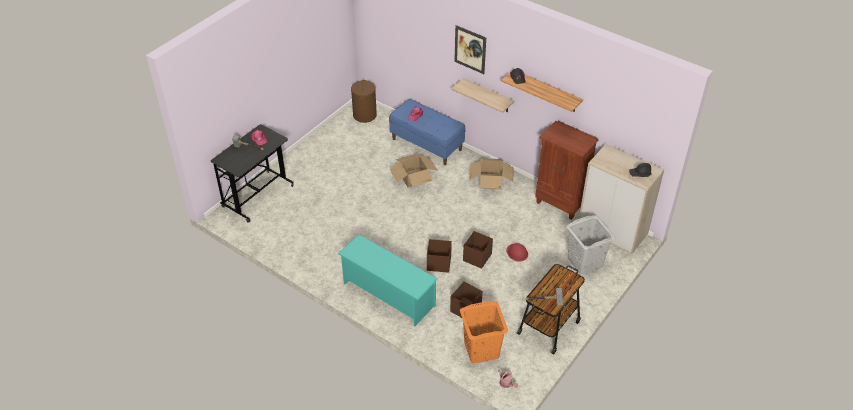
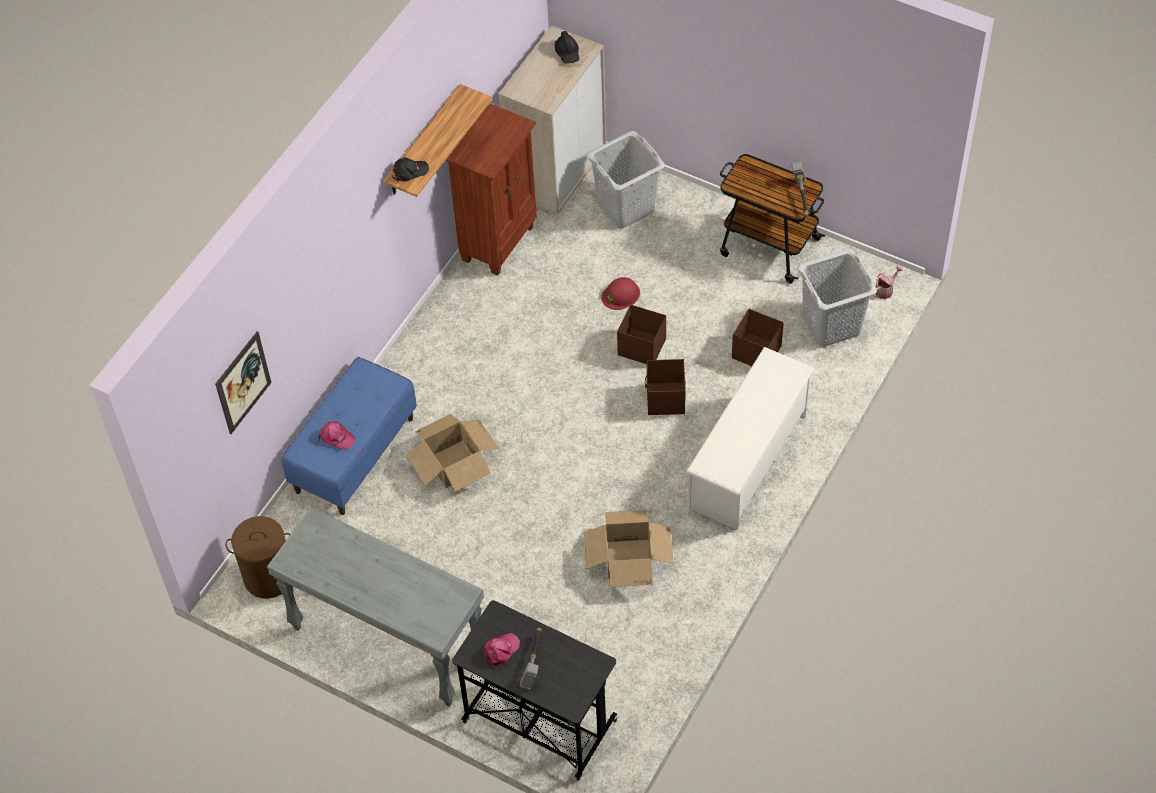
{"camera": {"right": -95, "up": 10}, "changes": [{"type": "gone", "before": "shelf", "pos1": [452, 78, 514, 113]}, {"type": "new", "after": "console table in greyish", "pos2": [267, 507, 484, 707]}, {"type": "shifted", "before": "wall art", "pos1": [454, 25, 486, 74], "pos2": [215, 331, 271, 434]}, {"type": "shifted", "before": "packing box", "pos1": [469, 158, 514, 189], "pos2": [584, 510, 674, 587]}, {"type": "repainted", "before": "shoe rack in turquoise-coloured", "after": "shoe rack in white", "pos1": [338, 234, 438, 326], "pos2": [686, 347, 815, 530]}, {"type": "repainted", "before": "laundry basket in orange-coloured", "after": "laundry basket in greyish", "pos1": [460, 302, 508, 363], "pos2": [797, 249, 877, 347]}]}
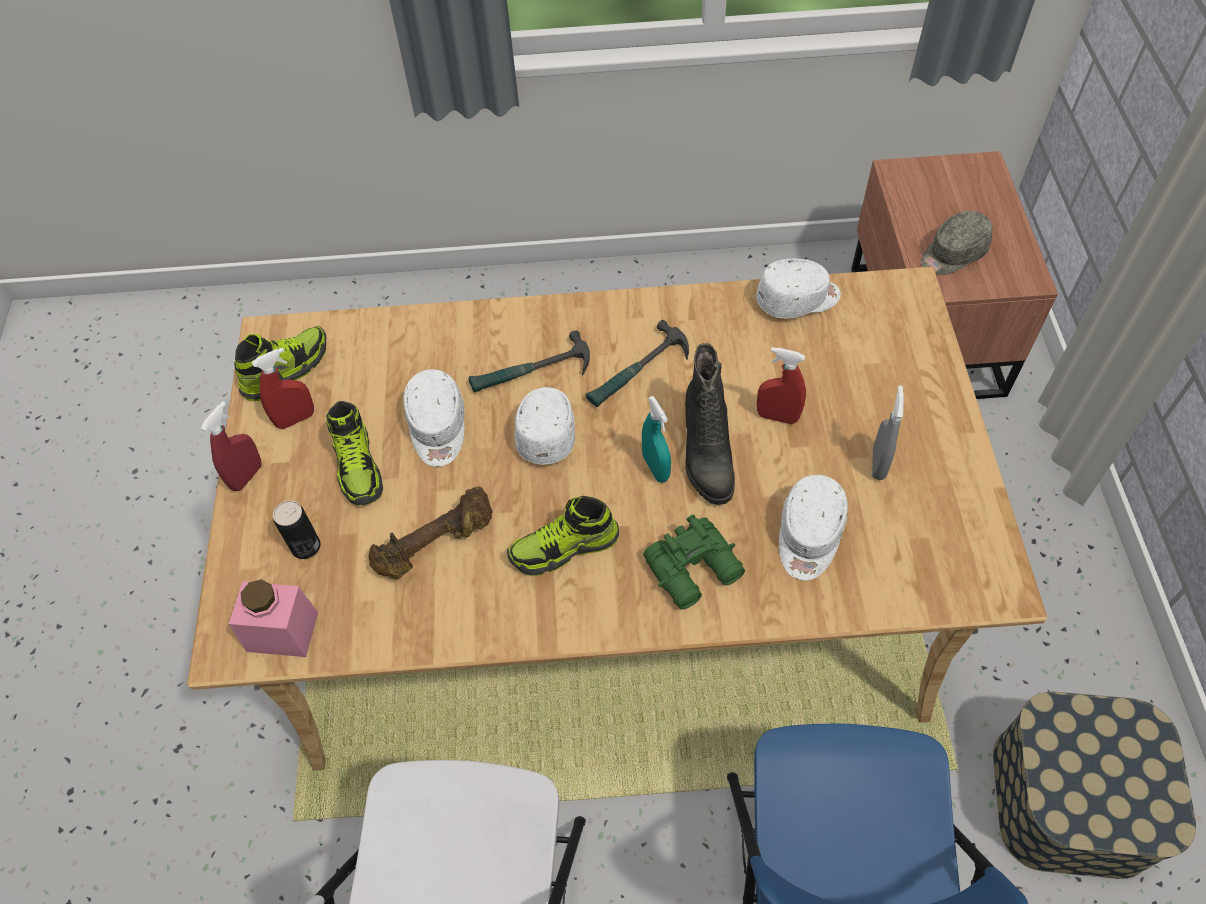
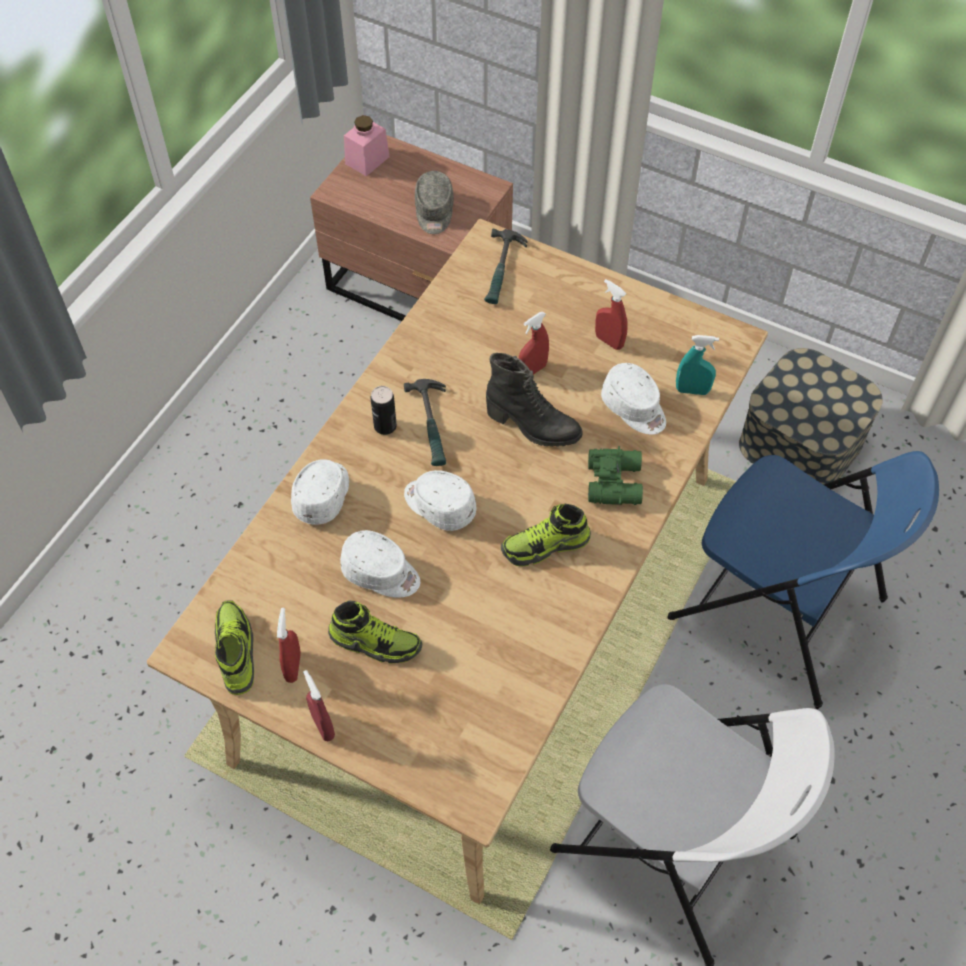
{"camera": {"right": -60, "up": 0}, "changes": [{"type": "gone", "before": "dumbbell in brown", "pos1": [368, 486, 493, 580]}, {"type": "shifted", "before": "storage jar in pink", "pos1": [229, 579, 318, 657], "pos2": [344, 115, 390, 176]}, {"type": "shifted", "before": "metal can", "pos1": [273, 500, 320, 559], "pos2": [371, 386, 397, 435]}, {"type": "shifted", "before": "hammer", "pos1": [468, 330, 590, 392], "pos2": [484, 229, 527, 304]}, {"type": "shifted", "before": "spray bottle in turquoise-coloured", "pos1": [642, 396, 671, 483], "pos2": [676, 335, 719, 395]}, {"type": "shifted", "before": "cap in white", "pos1": [756, 259, 841, 319], "pos2": [291, 459, 349, 525]}, {"type": "repainted", "before": "spray bottle in greyish", "after": "spray bottle in red-coloured", "pos1": [872, 386, 904, 480], "pos2": [595, 279, 628, 350]}, {"type": "rotated", "before": "item of footwear", "pos1": [507, 496, 619, 576], "pos2": [501, 504, 591, 566], "turn": 60}]}
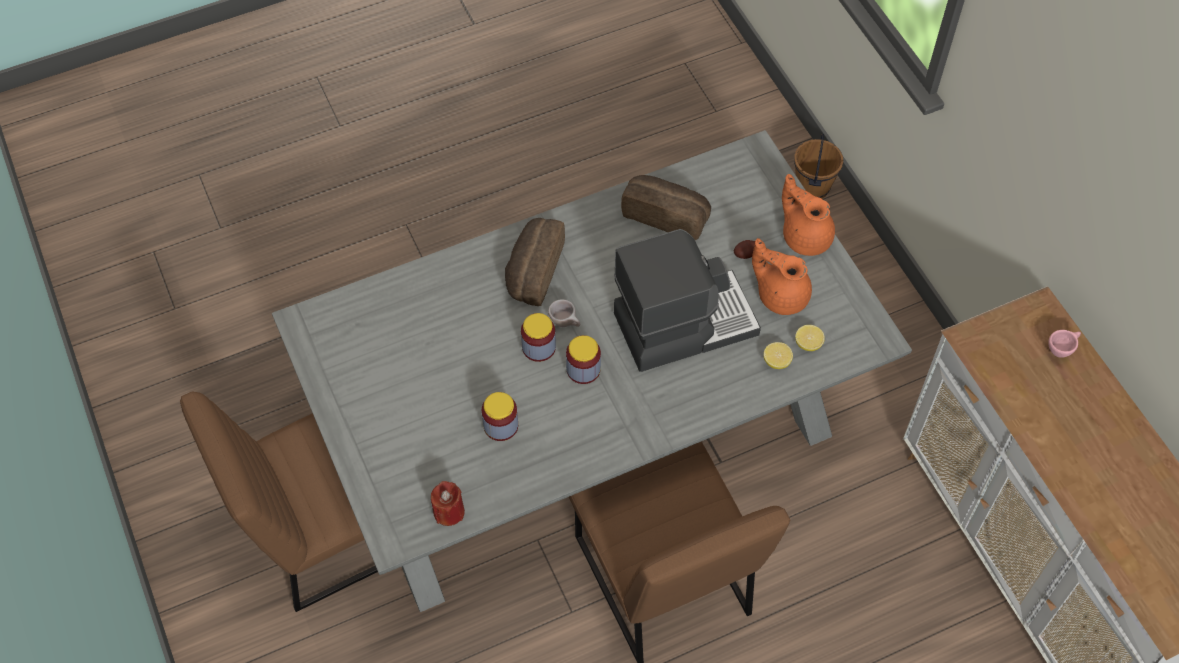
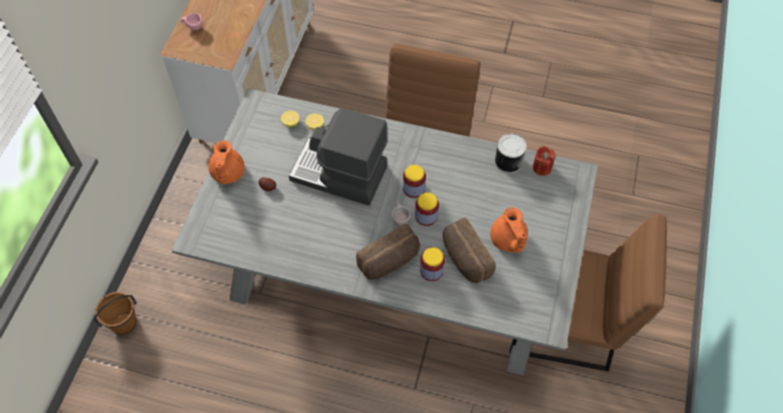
{"camera": {"right": -140, "up": 0}, "changes": [{"type": "new", "after": "metal can", "pos2": [494, 134, 527, 173]}, {"type": "shifted", "before": "storage jar", "pos1": [482, 392, 518, 441], "pos2": [420, 247, 445, 281]}, {"type": "shifted", "before": "bakery bread", "pos1": [621, 175, 711, 240], "pos2": [443, 218, 496, 283]}, {"type": "shifted", "before": "tea pot in orange-coloured", "pos1": [752, 238, 812, 315], "pos2": [490, 207, 528, 253]}]}
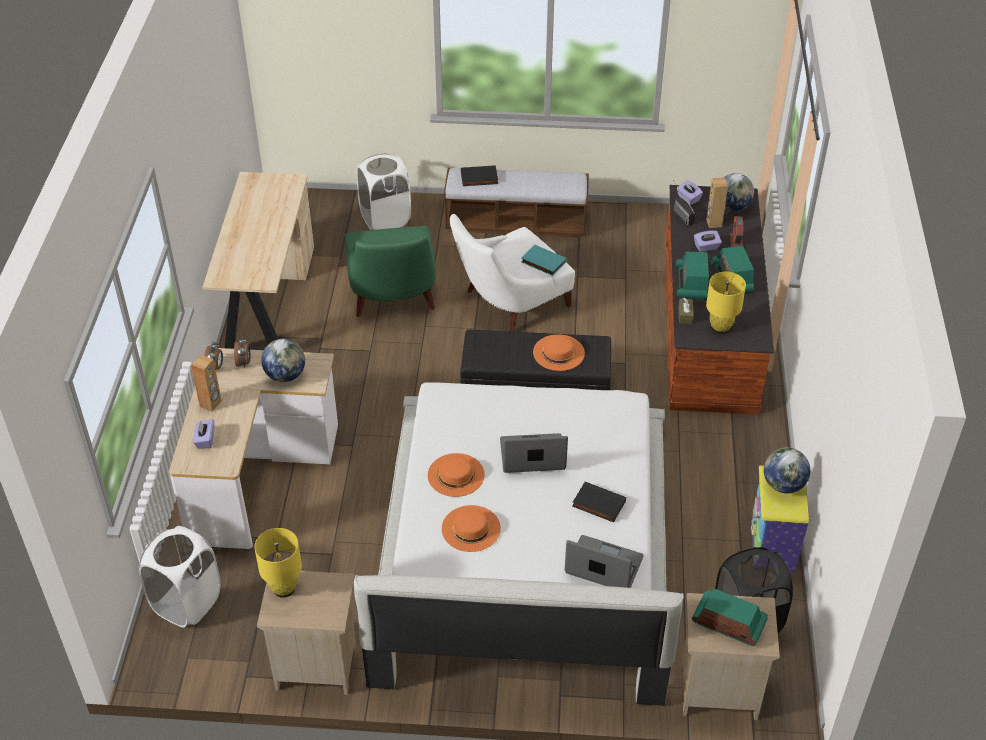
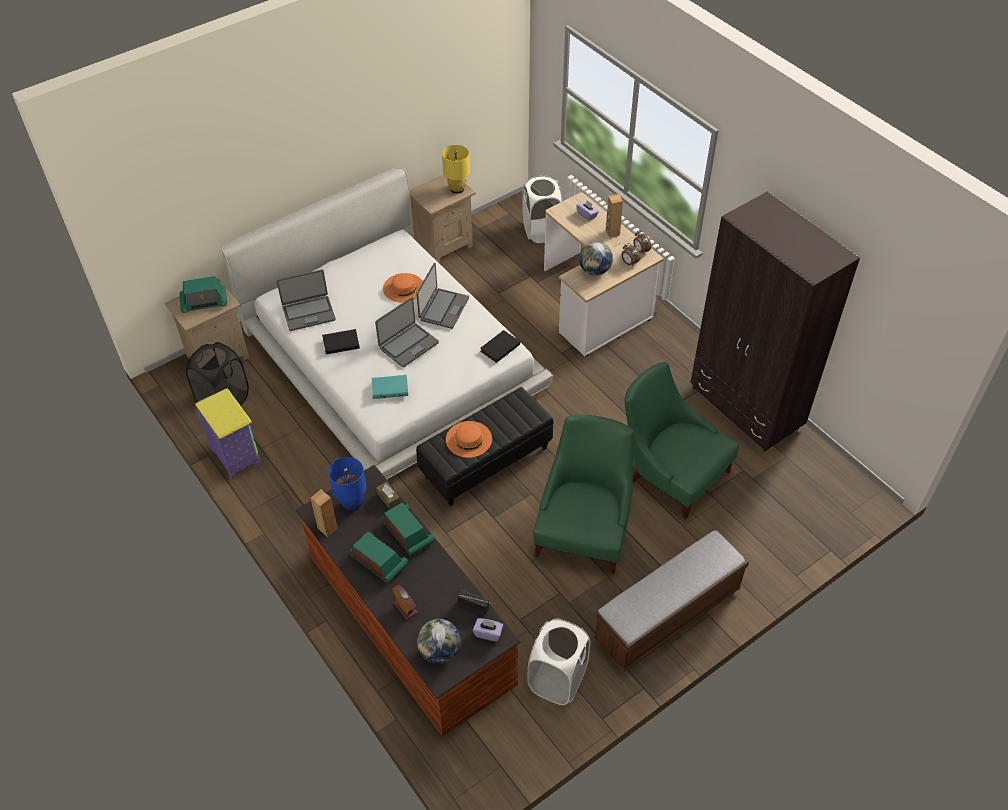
{"camera": {"right": 140, "up": 5}, "changes": [{"type": "gone", "before": "tissue holder in purplish", "pos1": [694, 230, 722, 252]}, {"type": "gone", "before": "globe", "pos1": [764, 447, 810, 494]}, {"type": "shifted", "before": "laundry basket in white", "pos1": [356, 153, 411, 230], "pos2": [527, 618, 591, 705]}, {"type": "shifted", "before": "bound book in blackish", "pos1": [461, 165, 498, 186], "pos2": [480, 330, 520, 363]}, {"type": "shifted", "before": "bound book in turquoise-coloured", "pos1": [521, 244, 566, 276], "pos2": [372, 375, 408, 399]}, {"type": "shifted", "before": "loudspeaker in brown", "pos1": [706, 178, 728, 228], "pos2": [311, 490, 338, 537]}, {"type": "swapped", "before": "desk table in beige", "after": "clothes cupboard in brown", "pos1": [202, 172, 314, 350], "pos2": [690, 192, 860, 452]}, {"type": "swapped", "before": "wearable hat in orange-coloured", "after": "notebook computer", "pos1": [428, 453, 485, 497], "pos2": [416, 263, 469, 329]}, {"type": "repainted", "before": "armchair in white", "after": "armchair in green-coloured", "pos1": [450, 214, 575, 332], "pos2": [533, 415, 634, 574]}, {"type": "repainted", "before": "table lamp in yellow", "after": "table lamp in blue-coloured", "pos1": [706, 272, 746, 334], "pos2": [328, 457, 366, 512]}]}
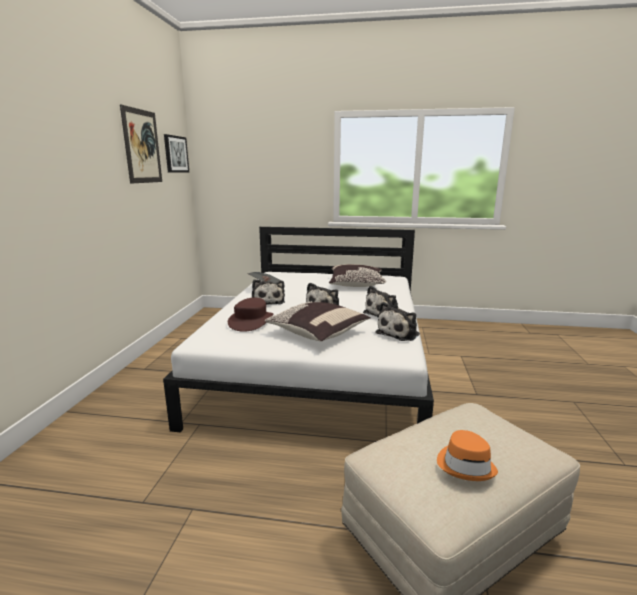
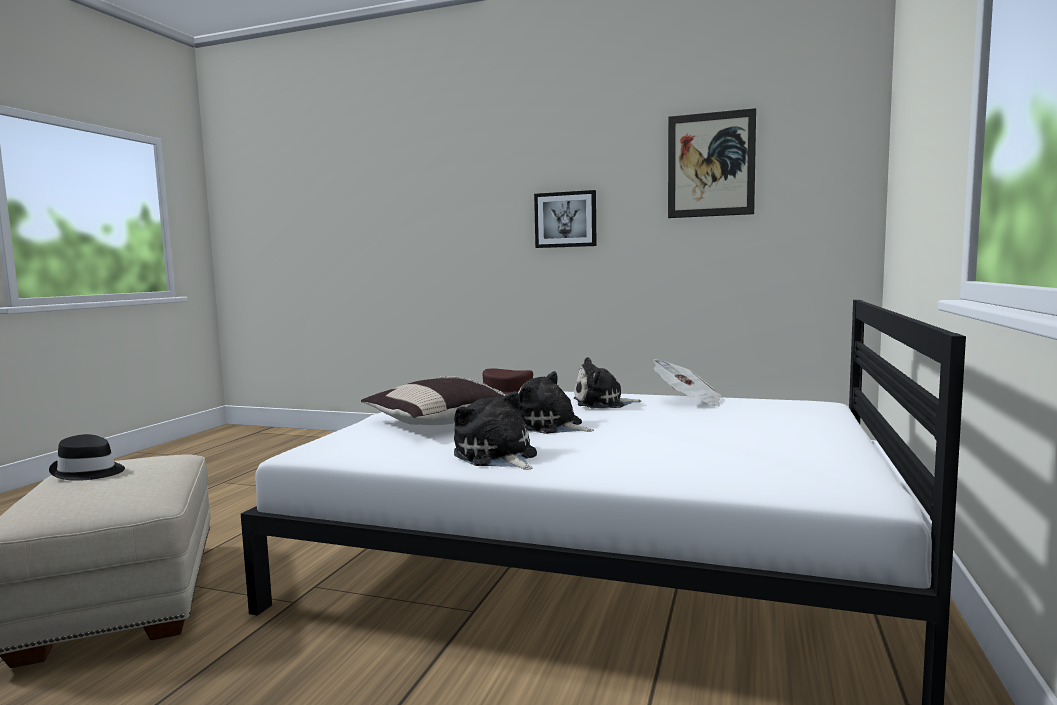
{"camera": {"right": 100, "up": -10}, "changes": [{"type": "gone", "before": "cushion", "pos1": [329, 264, 386, 287]}, {"type": "gone", "before": "soft toy", "pos1": [375, 302, 420, 341]}, {"type": "shifted", "before": "wall art", "pos1": [164, 134, 189, 173], "pos2": [534, 190, 597, 248]}, {"type": "repainted", "before": "wearable hat in orange-coloured", "after": "wearable hat in blackish", "pos1": [437, 430, 498, 481], "pos2": [49, 434, 125, 481]}]}
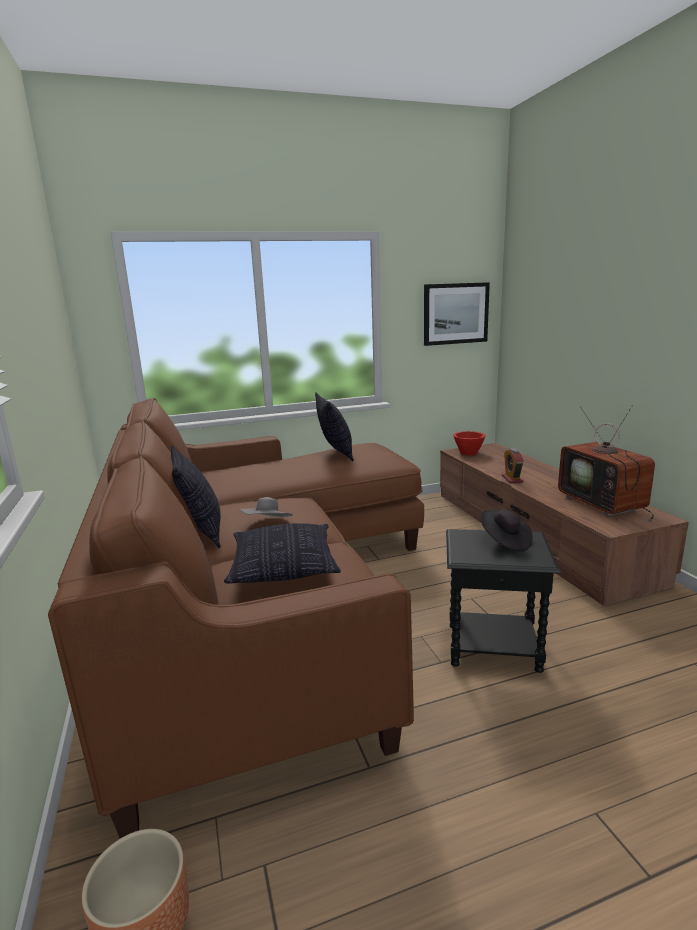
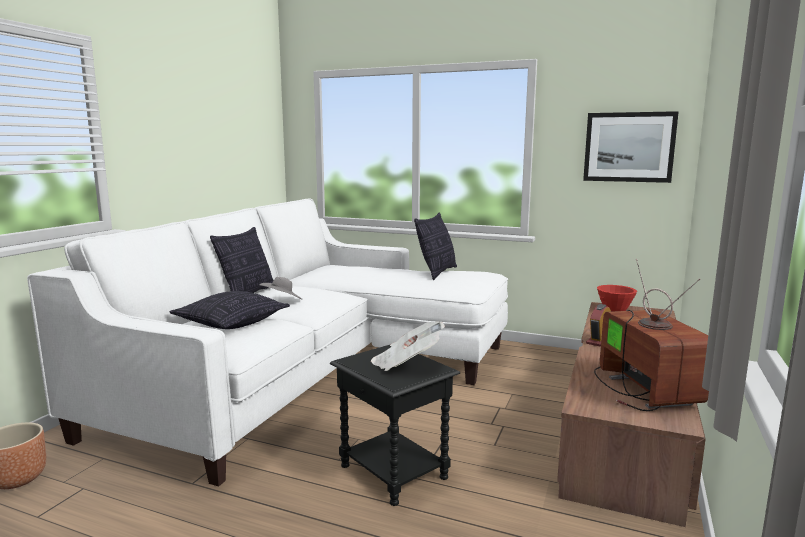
{"camera": {"right": 40, "up": -5}, "changes": [{"type": "swapped", "before": "wearable hat in blackish", "after": "printed paper", "pos1": [481, 509, 533, 552], "pos2": [371, 322, 445, 371]}, {"type": "repainted", "before": "settee in brown", "after": "settee in white", "pos1": [48, 398, 424, 838], "pos2": [27, 198, 508, 486]}, {"type": "rotated", "before": "TV set", "pos1": [558, 405, 655, 522], "pos2": [594, 259, 709, 411], "turn": 150}]}
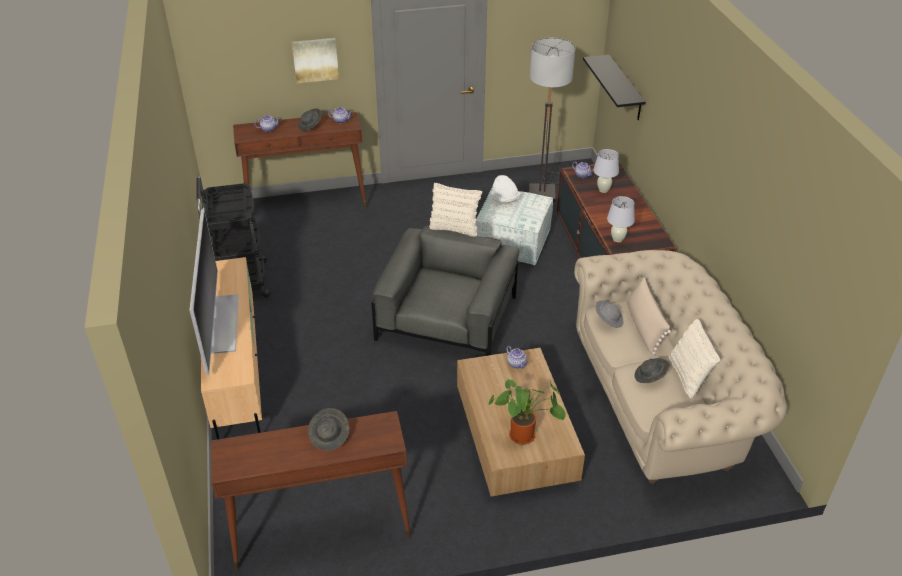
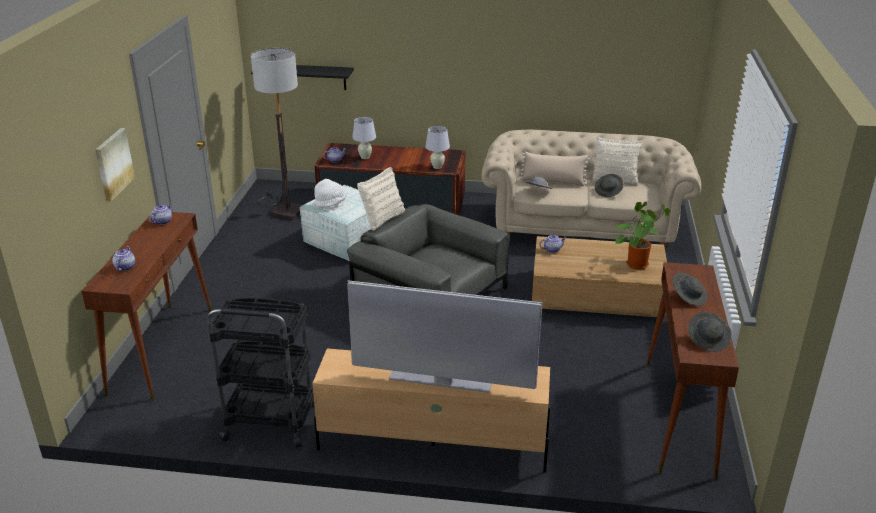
{"camera": {"right": -70, "up": -10}, "changes": [{"type": "shifted", "before": "wearable hat in greyish", "pos1": [298, 108, 322, 131], "pos2": [688, 312, 732, 352]}]}
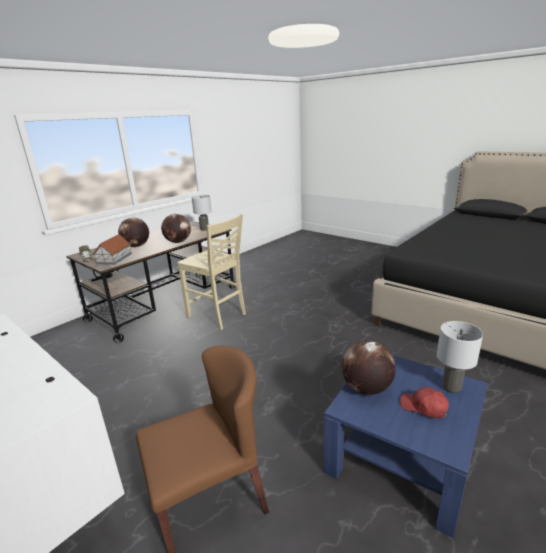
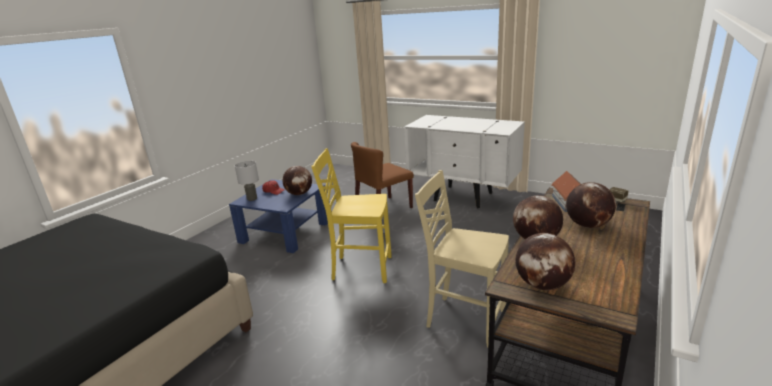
{"camera": {"right": 170, "up": 0}, "changes": [{"type": "new", "after": "chair in yellow", "pos2": [311, 148, 392, 283]}, {"type": "swapped", "before": "table lamp in white", "after": "globe", "pos1": [192, 195, 212, 231], "pos2": [515, 233, 575, 290]}]}
